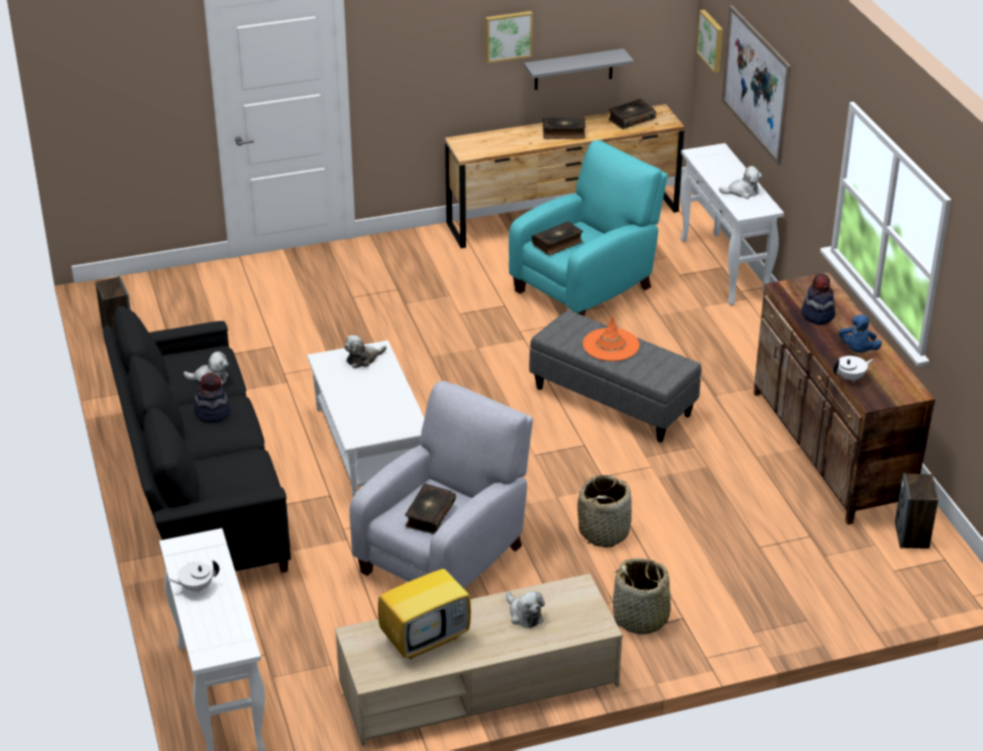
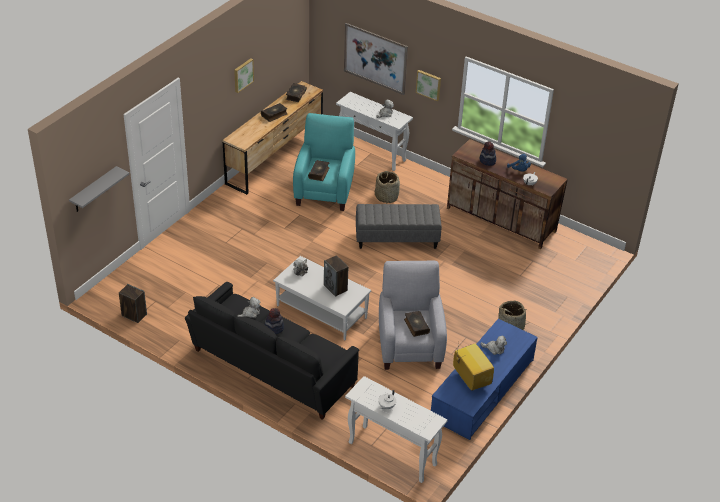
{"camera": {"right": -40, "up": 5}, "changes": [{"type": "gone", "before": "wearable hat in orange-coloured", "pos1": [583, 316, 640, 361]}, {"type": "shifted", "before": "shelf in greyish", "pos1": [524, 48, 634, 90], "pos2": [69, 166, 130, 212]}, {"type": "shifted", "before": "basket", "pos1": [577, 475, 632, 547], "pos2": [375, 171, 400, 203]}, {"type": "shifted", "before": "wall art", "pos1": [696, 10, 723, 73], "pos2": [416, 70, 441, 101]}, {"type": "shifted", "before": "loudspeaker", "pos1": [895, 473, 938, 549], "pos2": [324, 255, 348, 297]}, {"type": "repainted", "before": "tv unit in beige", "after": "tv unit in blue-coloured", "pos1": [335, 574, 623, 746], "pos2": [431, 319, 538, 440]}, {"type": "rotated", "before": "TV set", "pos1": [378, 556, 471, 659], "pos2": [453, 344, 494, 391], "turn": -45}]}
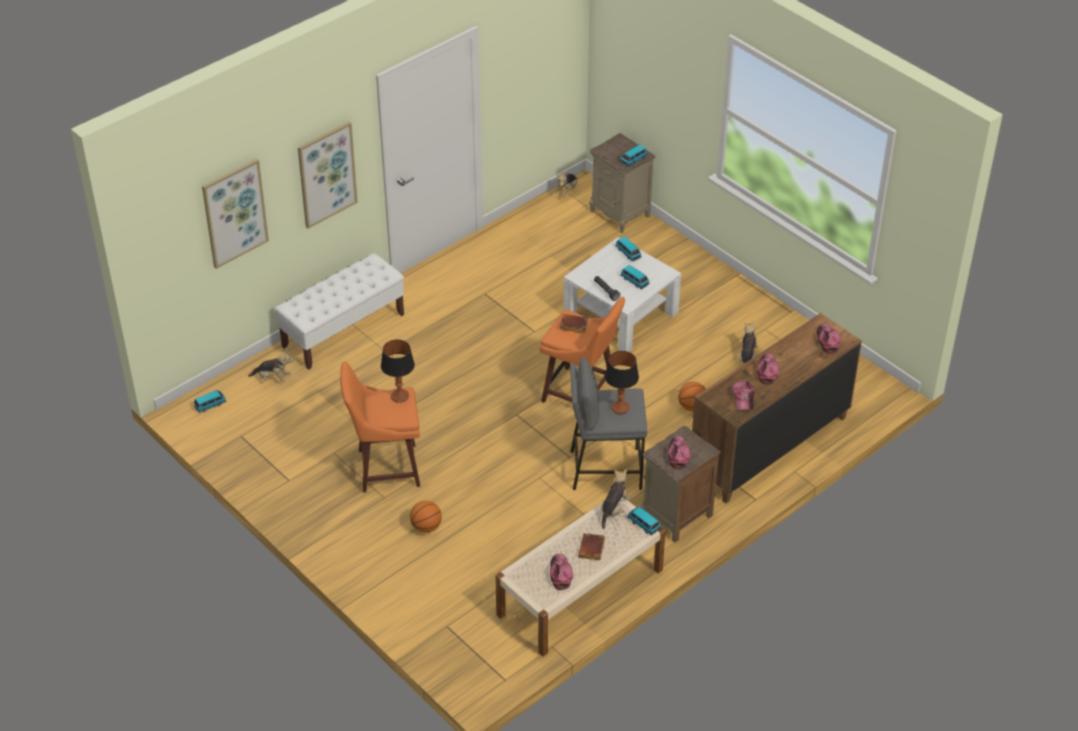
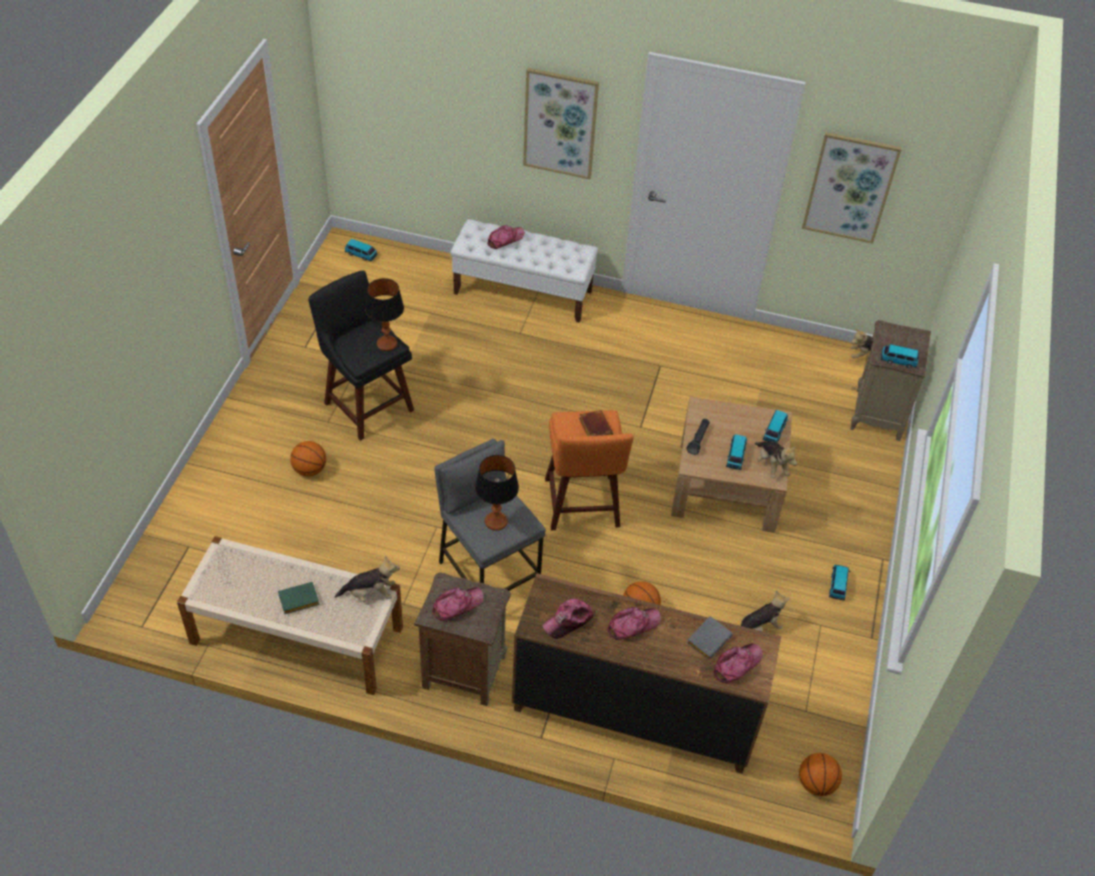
{"camera": {"right": 55, "up": 5}, "changes": [{"type": "new", "after": "bound book in greyish", "pos2": [687, 616, 733, 660]}, {"type": "new", "after": "ball for basketball", "pos2": [799, 753, 842, 796]}, {"type": "shifted", "before": "wall art", "pos1": [202, 159, 269, 269], "pos2": [802, 132, 902, 244]}, {"type": "shifted", "before": "soft toy", "pos1": [248, 350, 294, 383], "pos2": [755, 441, 797, 478]}, {"type": "shifted", "before": "cap", "pos1": [550, 553, 573, 590], "pos2": [487, 225, 524, 249]}, {"type": "shifted", "before": "model car", "pos1": [627, 507, 661, 535], "pos2": [829, 565, 850, 601]}, {"type": "repainted", "before": "stool in orange-coloured", "after": "stool in blackish", "pos1": [340, 361, 420, 493], "pos2": [308, 271, 414, 441]}, {"type": "repainted", "before": "lounge table in white", "after": "lounge table in brown", "pos1": [563, 237, 681, 352], "pos2": [671, 396, 792, 533]}, {"type": "repainted", "before": "bound book in brown", "after": "bound book in green-coloured", "pos1": [578, 533, 605, 560], "pos2": [278, 582, 319, 614]}]}
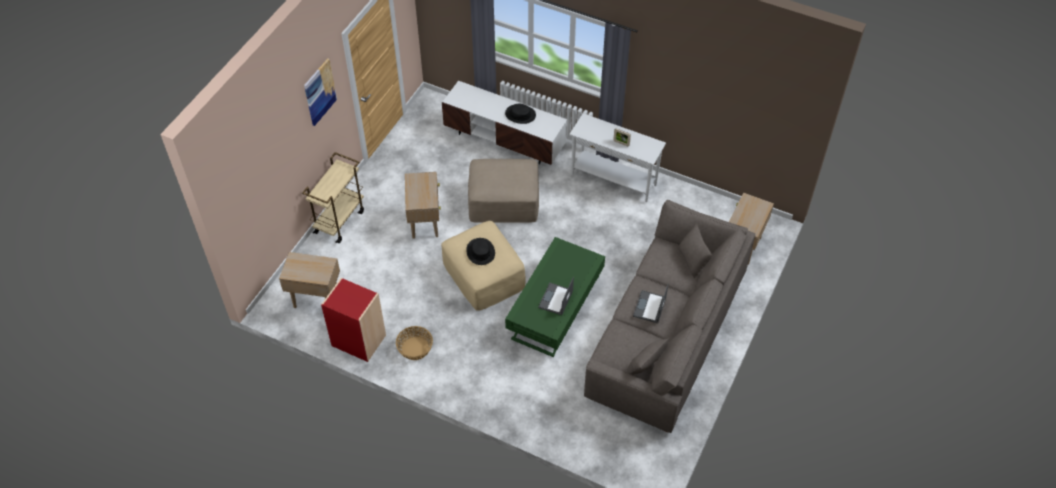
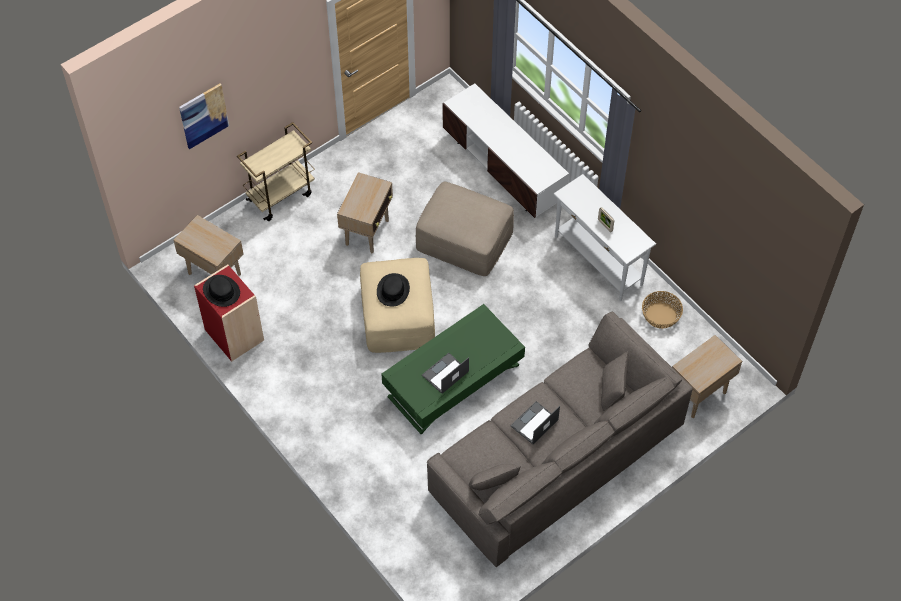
{"camera": {"right": 25, "up": 5}, "changes": [{"type": "shifted", "before": "wall art", "pos1": [304, 58, 337, 126], "pos2": [179, 83, 229, 149]}, {"type": "shifted", "before": "basket", "pos1": [396, 326, 433, 360], "pos2": [642, 291, 683, 329]}, {"type": "shifted", "before": "wearable hat in blackish", "pos1": [505, 104, 536, 124], "pos2": [203, 275, 240, 307]}]}
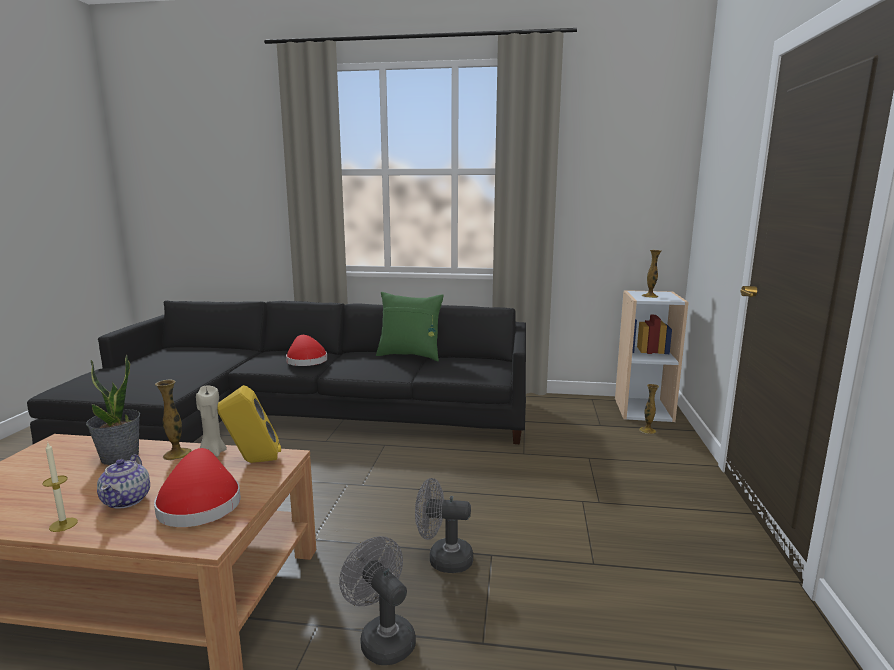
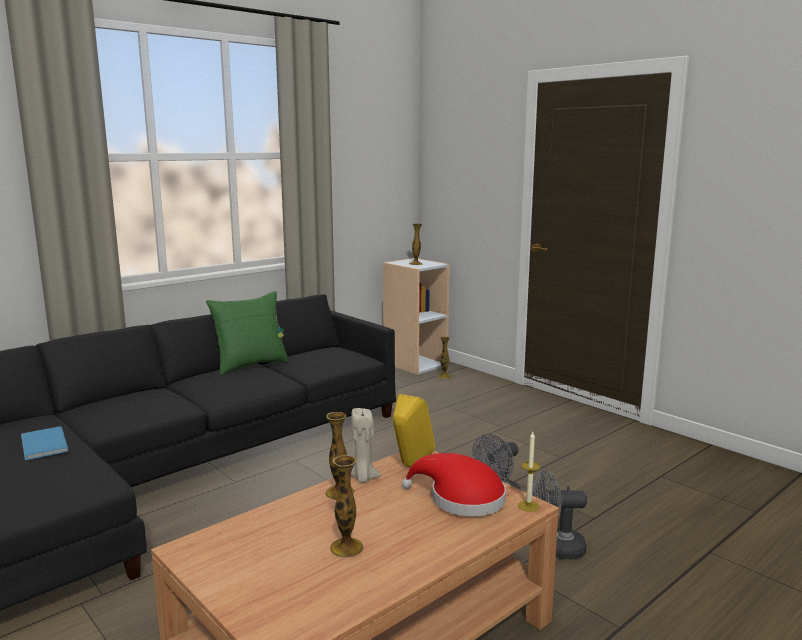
{"camera": {"right": -50, "up": 0}, "changes": [{"type": "gone", "before": "potted plant", "pos1": [86, 355, 140, 465]}, {"type": "gone", "before": "tea pot", "pos1": [97, 454, 150, 509]}, {"type": "gone", "before": "wearable hat in red-coloured", "pos1": [286, 335, 327, 366]}, {"type": "new", "after": "bound book in blue-coloured", "pos2": [21, 426, 69, 460]}, {"type": "new", "after": "decorative vase", "pos2": [330, 455, 364, 558]}, {"type": "shifted", "before": "wax candle", "pos1": [42, 443, 78, 532], "pos2": [518, 432, 540, 512]}]}
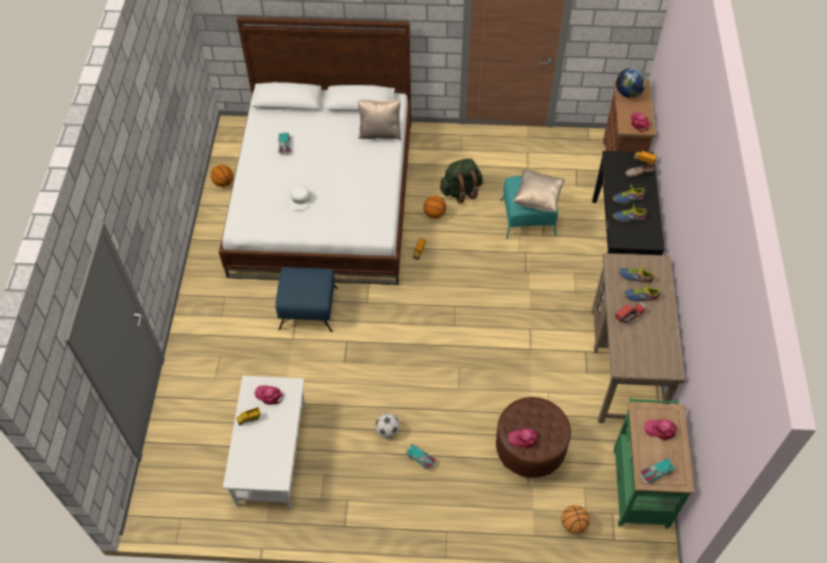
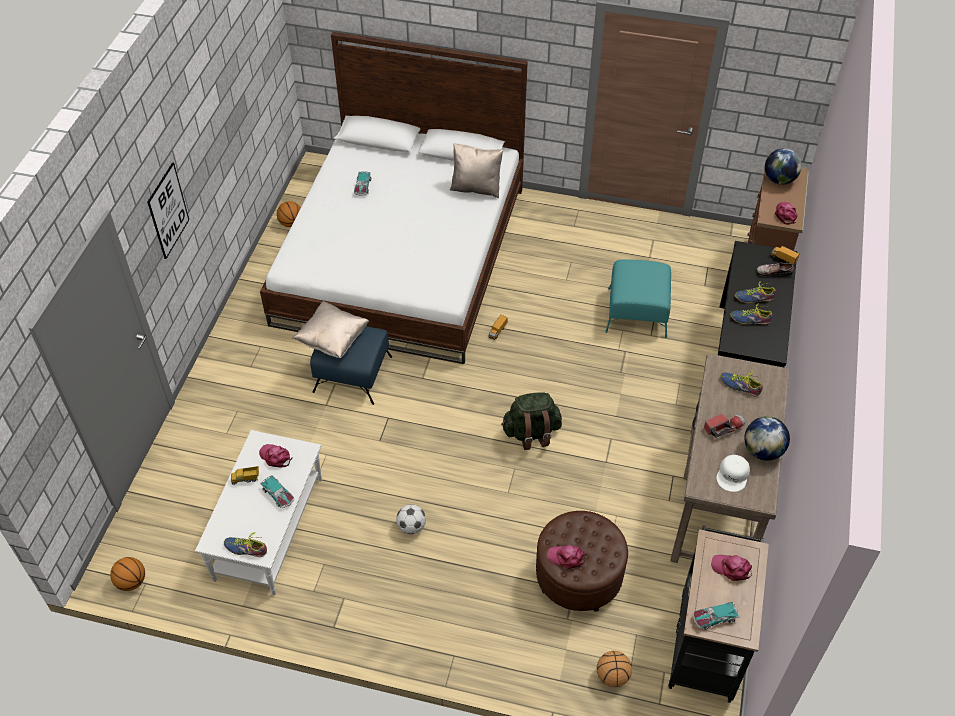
{"camera": {"right": 10, "up": -5}, "changes": [{"type": "new", "after": "wall art", "pos2": [147, 162, 189, 259]}, {"type": "new", "after": "globe", "pos2": [744, 416, 790, 461]}, {"type": "shifted", "before": "cap in white", "pos1": [289, 186, 311, 210], "pos2": [717, 455, 750, 492]}, {"type": "shifted", "before": "model car", "pos1": [406, 444, 436, 469], "pos2": [260, 475, 294, 508]}, {"type": "shifted", "before": "ball for basketball", "pos1": [424, 196, 446, 219], "pos2": [110, 557, 145, 591]}, {"type": "shifted", "before": "rucksack in green-coloured", "pos1": [440, 159, 483, 204], "pos2": [501, 392, 562, 450]}, {"type": "shifted", "before": "cushion in beige", "pos1": [512, 169, 565, 212], "pos2": [293, 301, 369, 358]}, {"type": "shifted", "before": "item of footwear", "pos1": [623, 282, 660, 302], "pos2": [224, 532, 267, 557]}, {"type": "repainted", "before": "trolley in green-coloured", "after": "trolley in blackish", "pos1": [614, 398, 695, 529], "pos2": [668, 526, 769, 703]}]}
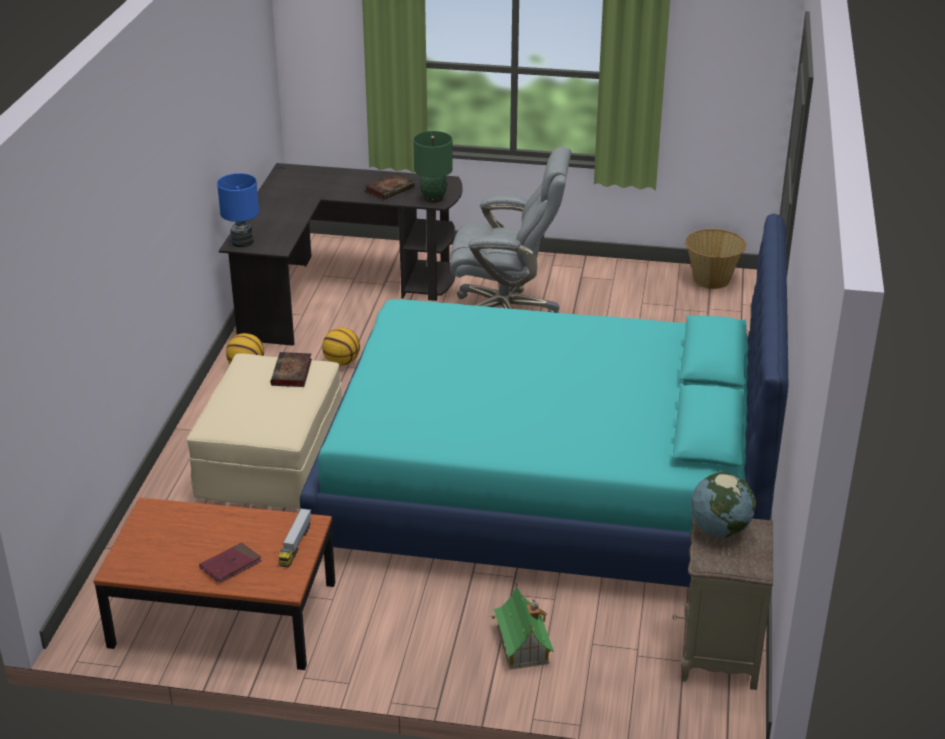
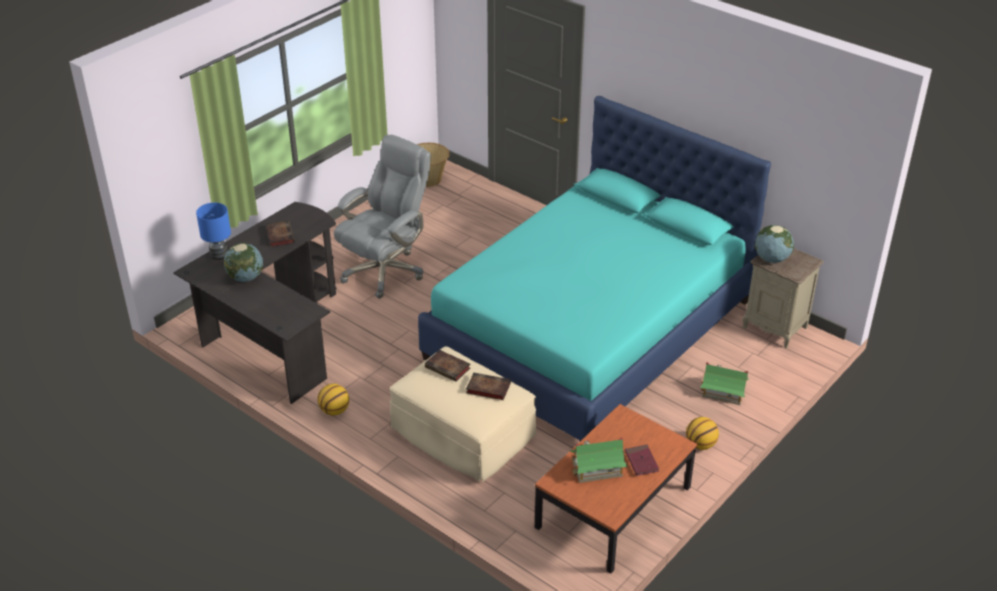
{"camera": {"right": -60, "up": 5}, "changes": [{"type": "gone", "before": "toy truck", "pos1": [279, 508, 311, 567]}, {"type": "gone", "before": "table lamp in green-coloured", "pos1": [413, 131, 453, 203]}, {"type": "new", "after": "globe", "pos2": [224, 243, 263, 282]}, {"type": "new", "after": "bound book", "pos2": [466, 373, 511, 400]}, {"type": "new", "after": "miniature house", "pos2": [569, 437, 628, 483]}, {"type": "shifted", "before": "table lamp in blue-coloured", "pos1": [217, 173, 259, 247], "pos2": [196, 203, 231, 260]}, {"type": "shifted", "before": "ball for basketball", "pos1": [322, 328, 360, 365], "pos2": [686, 417, 719, 450]}]}
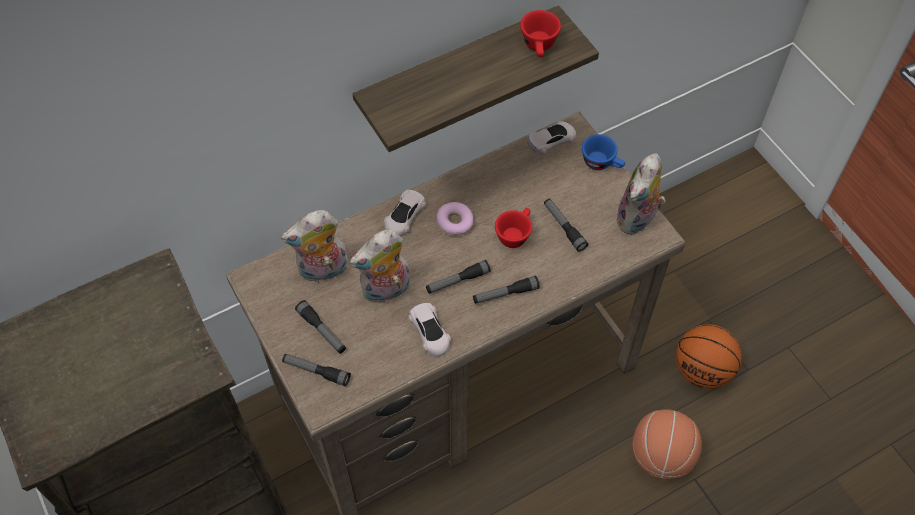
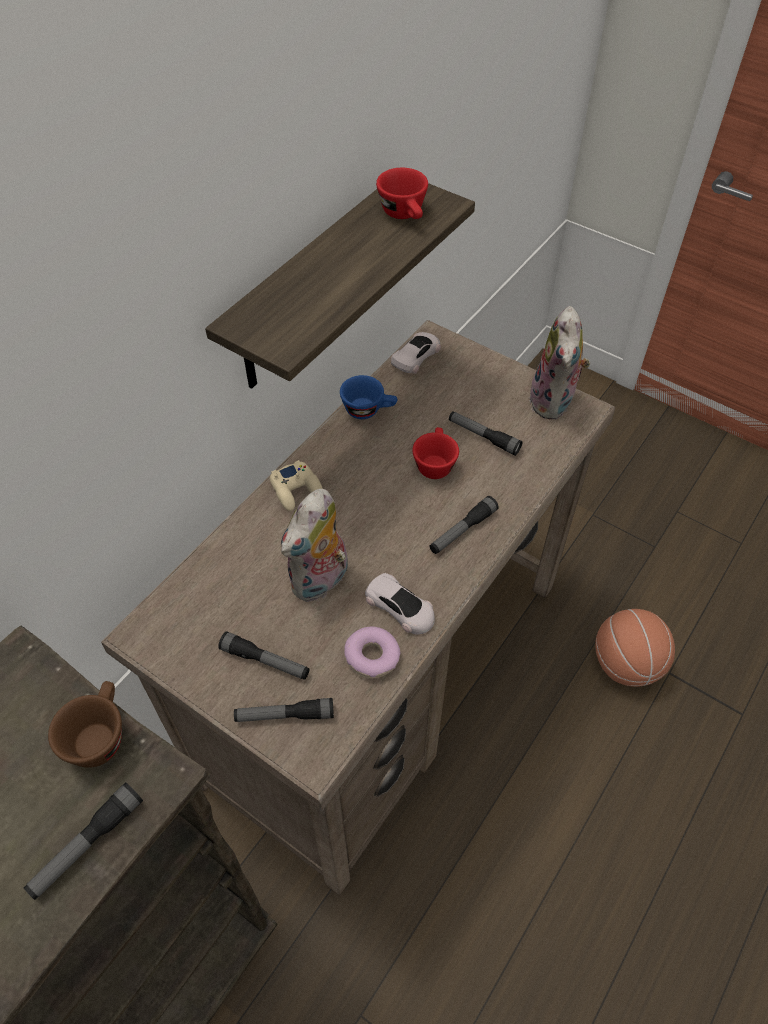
{"camera": {"right": -25, "up": -5}, "changes": [{"type": "gone", "before": "soft toy", "pos1": [281, 210, 348, 283]}, {"type": "gone", "before": "ball for basketball", "pos1": [676, 324, 742, 389]}, {"type": "new", "after": "small cup in brown", "pos2": [48, 681, 122, 768]}, {"type": "shifted", "before": "torch", "pos1": [426, 260, 491, 294], "pos2": [24, 782, 143, 900]}, {"type": "shifted", "before": "ring doughnut", "pos1": [436, 202, 473, 236], "pos2": [345, 627, 400, 679]}, {"type": "shifted", "before": "small cup in blue-coloured", "pos1": [582, 134, 625, 170], "pos2": [340, 375, 397, 419]}, {"type": "swapped", "before": "model car in white", "after": "joypad in beige", "pos1": [384, 190, 426, 237], "pos2": [270, 460, 323, 511]}]}
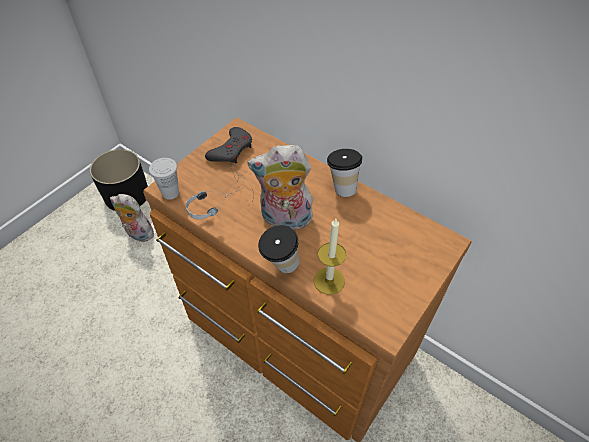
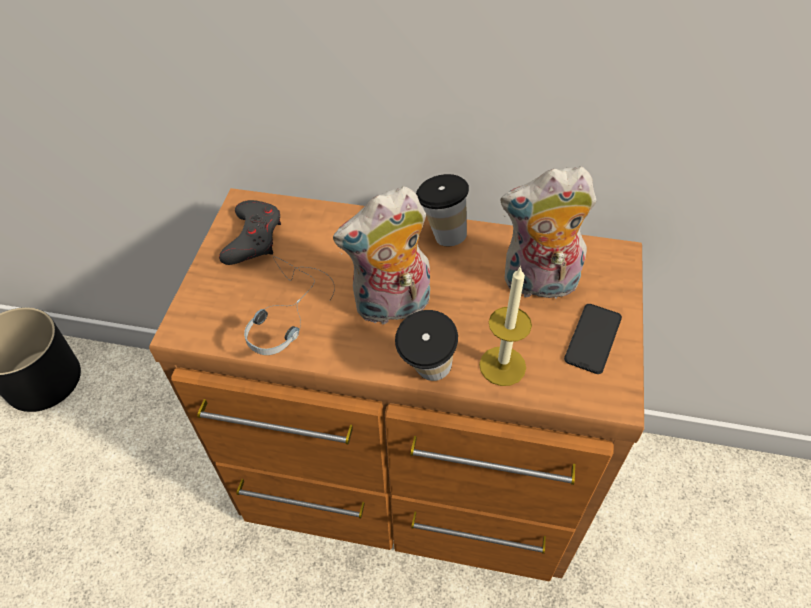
{"camera": {"right": -25, "up": 0}, "changes": [{"type": "gone", "before": "small cup in white", "pos1": [149, 158, 179, 200]}, {"type": "new", "after": "handset", "pos2": [564, 304, 622, 374]}, {"type": "shifted", "before": "soft toy", "pos1": [110, 194, 154, 242], "pos2": [501, 166, 596, 299]}]}
